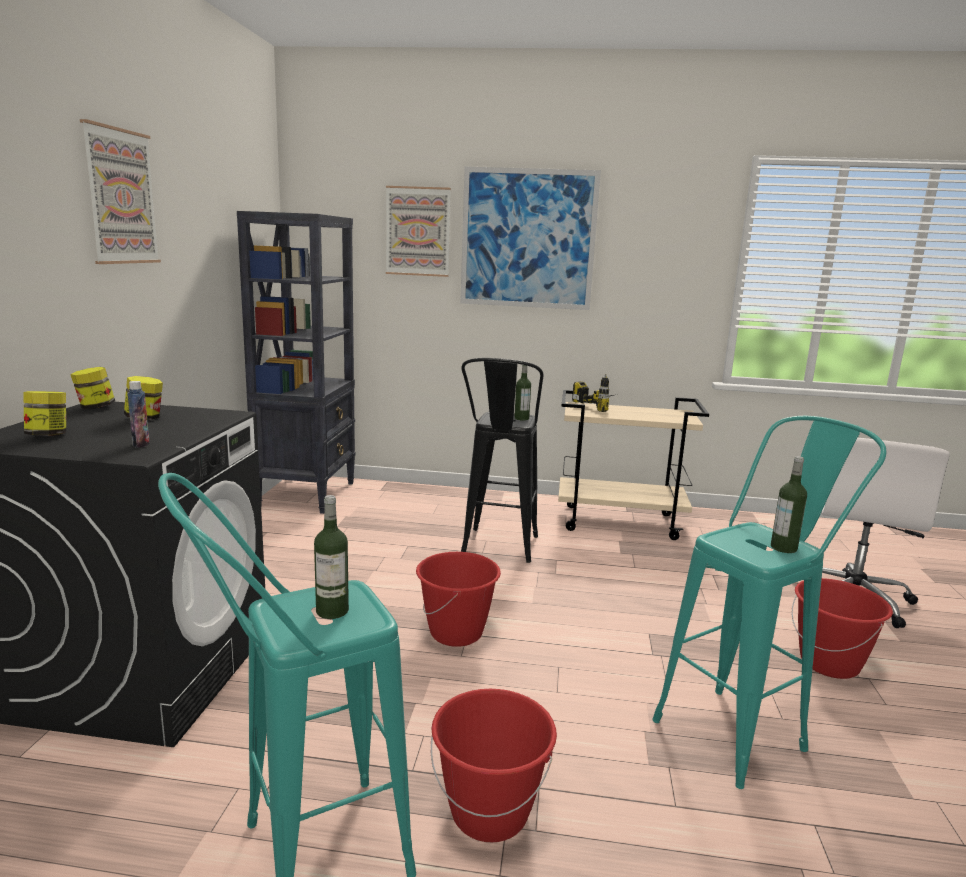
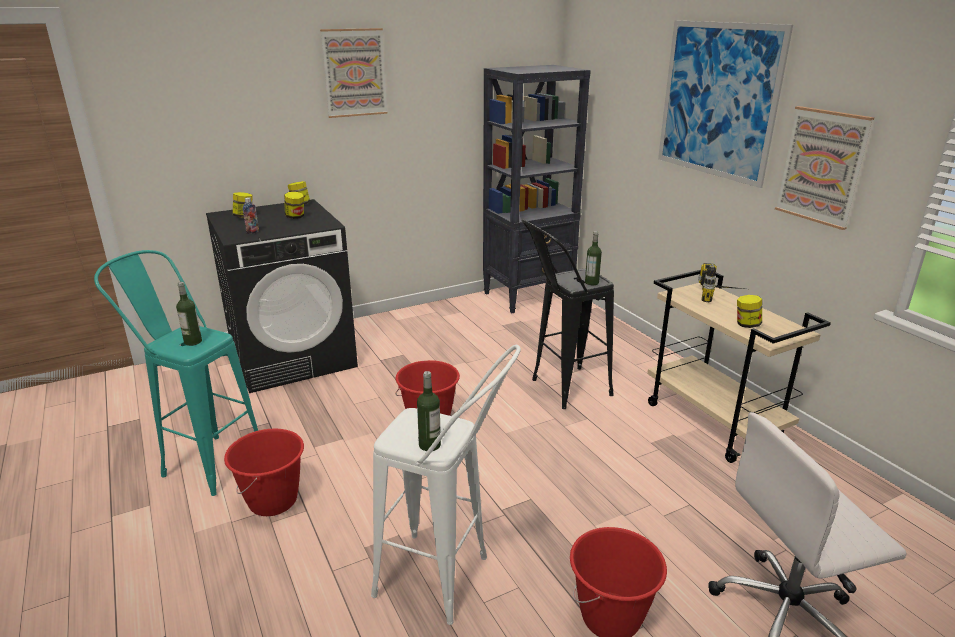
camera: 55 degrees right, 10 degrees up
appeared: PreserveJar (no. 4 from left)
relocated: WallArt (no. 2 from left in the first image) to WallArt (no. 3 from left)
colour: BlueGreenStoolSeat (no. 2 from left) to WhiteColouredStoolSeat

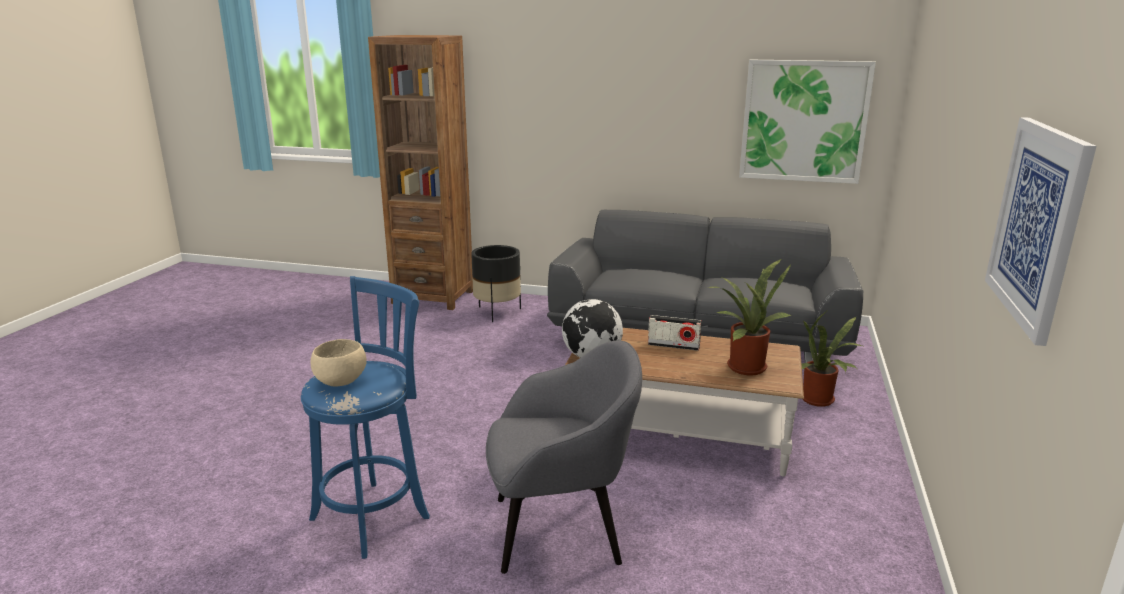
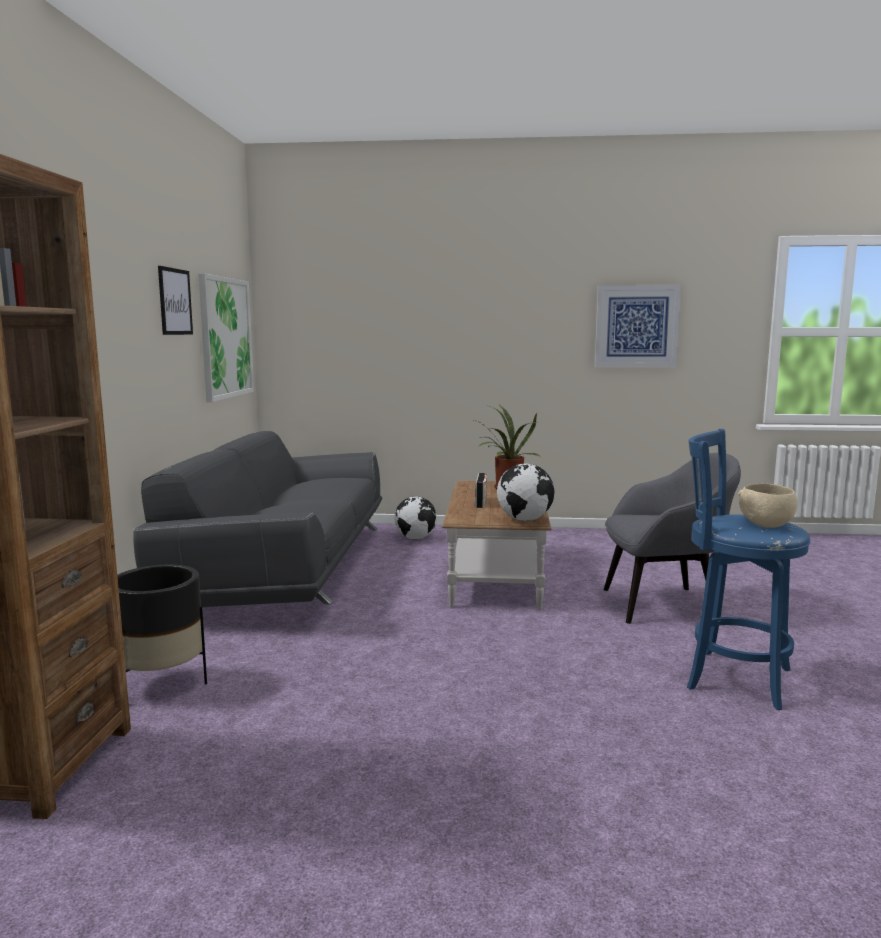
camera: 100 degrees left, 10 degrees down
appeared: WallArt (no. 1 from left)
exchanged: Houseplant (no. 2 from left) to DeskGlobe (no. 1 from left)
spun: GreyArmchair 105 degrees clockwise

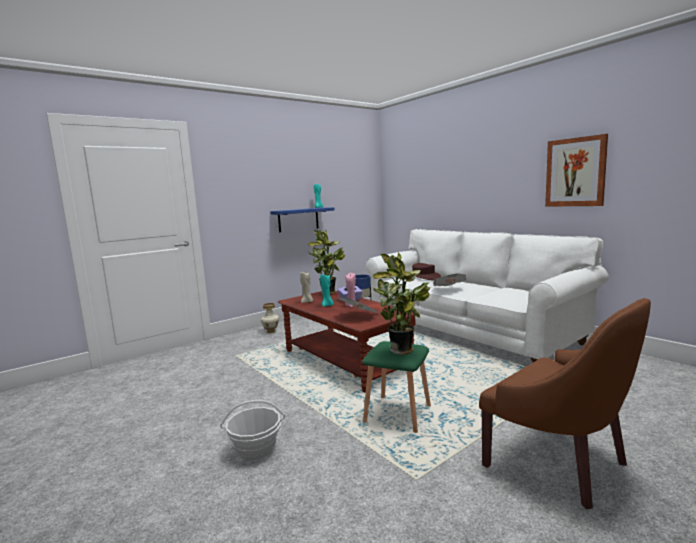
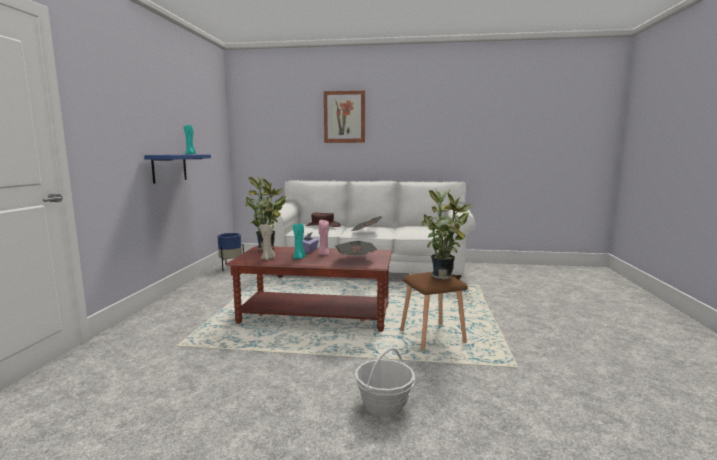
camera: 45 degrees left, 0 degrees up
missing: DecorativeVase; BrownishArmchair
relocated: WallArt
colour: GreenStoolSeat to BrownishStoolSeat

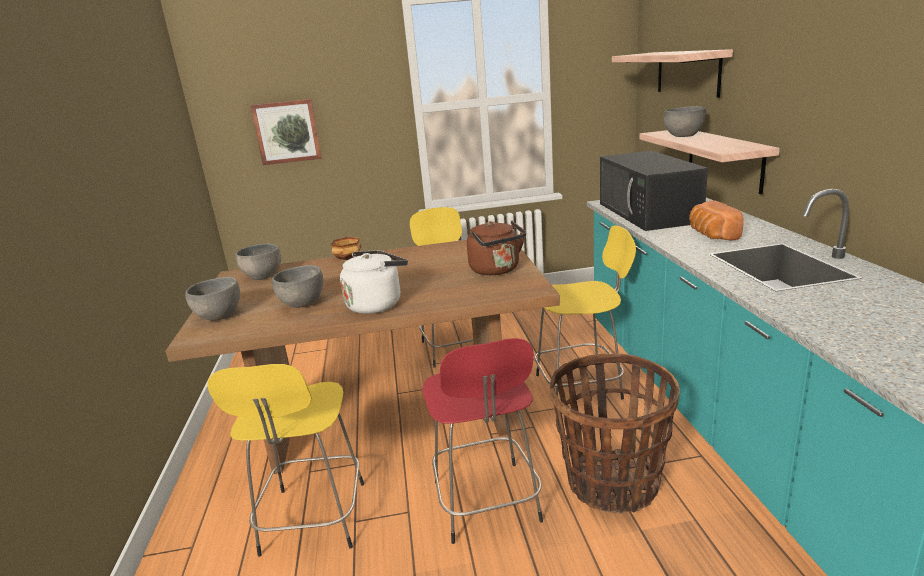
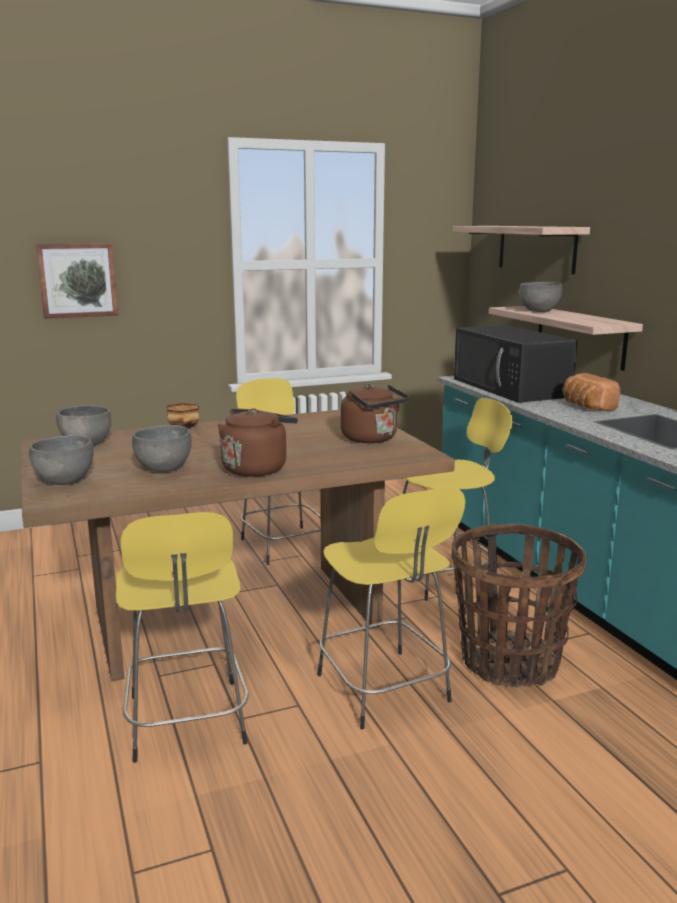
camera: 15 degrees left, 5 degrees down
colour: WhiteColouredTeaKettle to BrownishTeaKettle (no. 1 from left); ReddishStoolSeat to YellowStoolSeat (no. 3 from left)

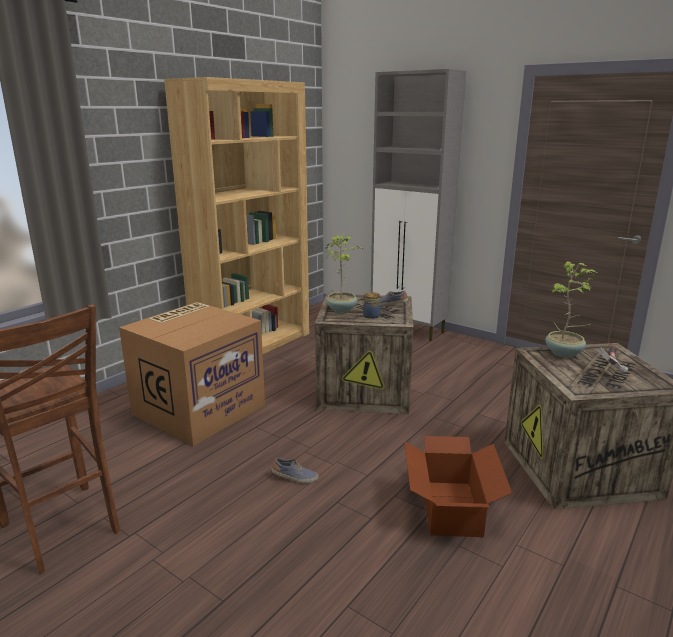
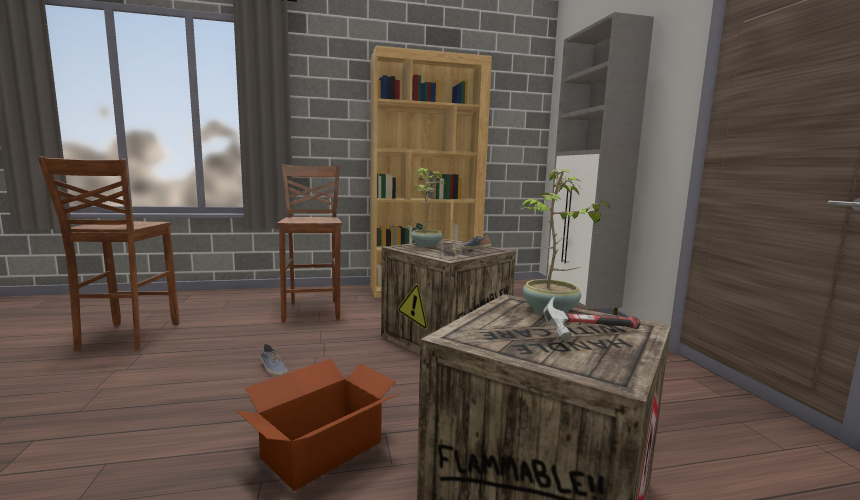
camera: 40 degrees right, 10 degrees down
missing: PreserveJar
exchanged: CardboardBox (no. 1 from left) to BrownishStoolSeat (no. 2 from left)

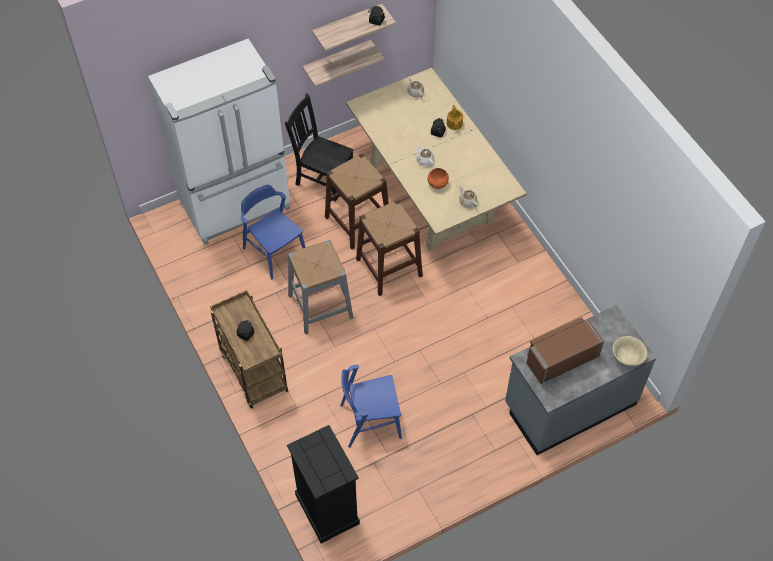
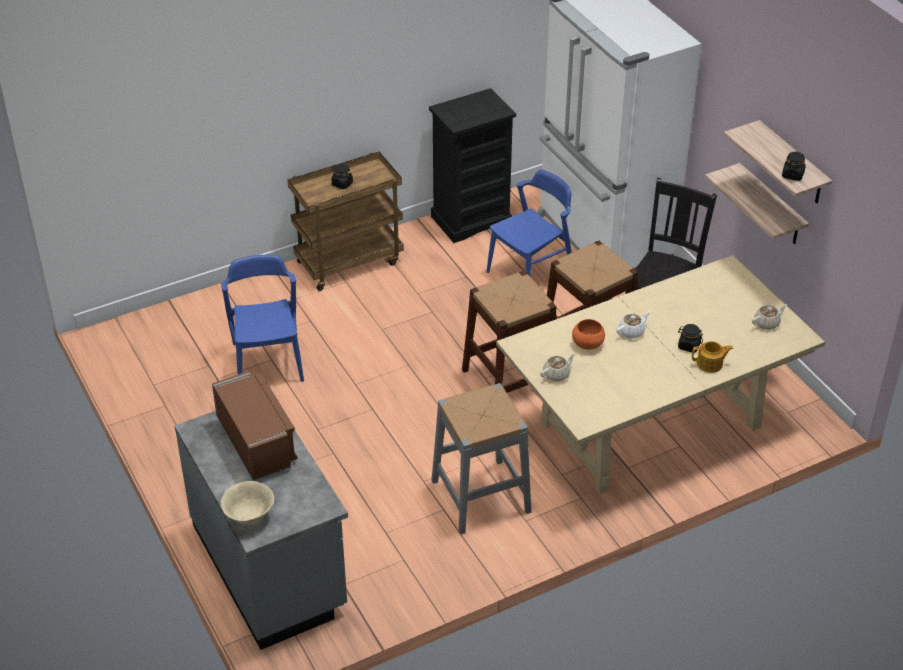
camera: 90 degrees right, 15 degrees down
relocated: BlackDresser; GreyStoolSeat

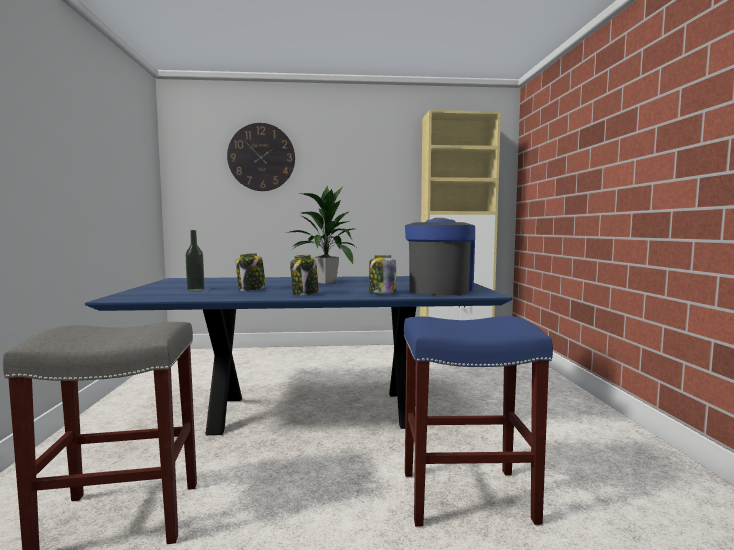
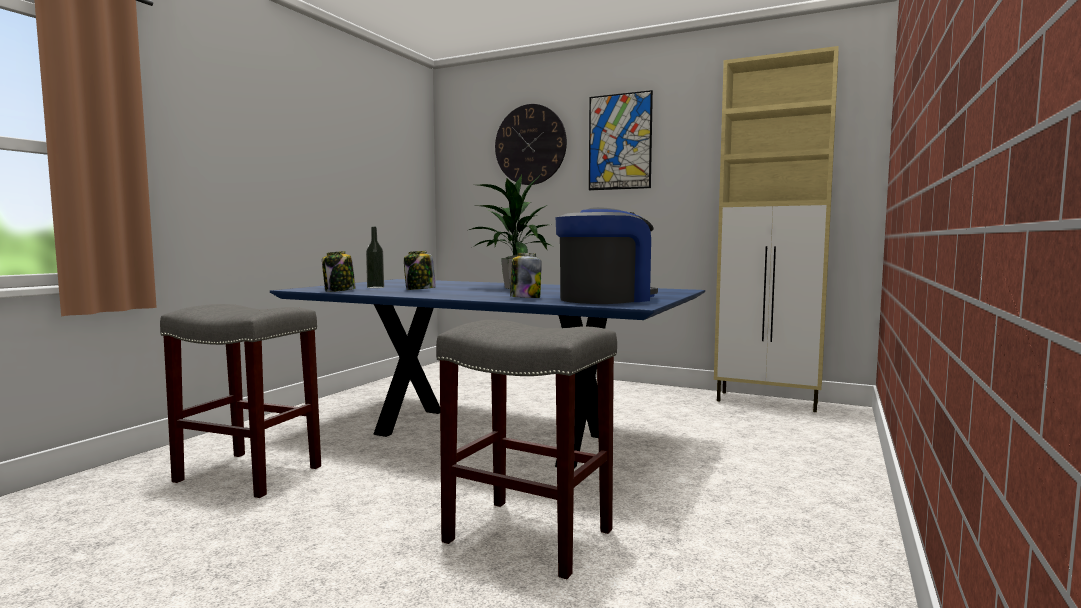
camera: 30 degrees right, 0 degrees up
appeared: WallArt
relocated: PreserveJar (no. 2 from left in the first image) to PreserveJar (no. 1 from left)
colour: BlueStoolSeat to GreyStoolSeat (no. 2 from left)

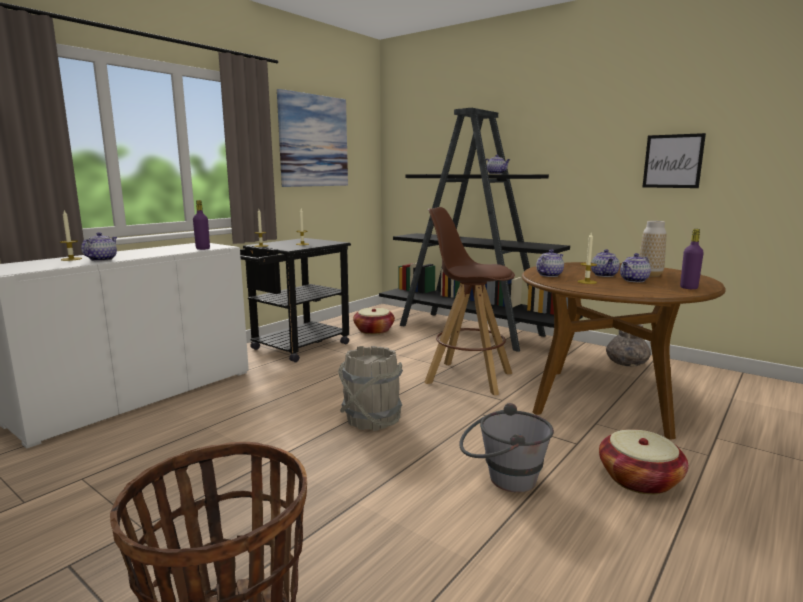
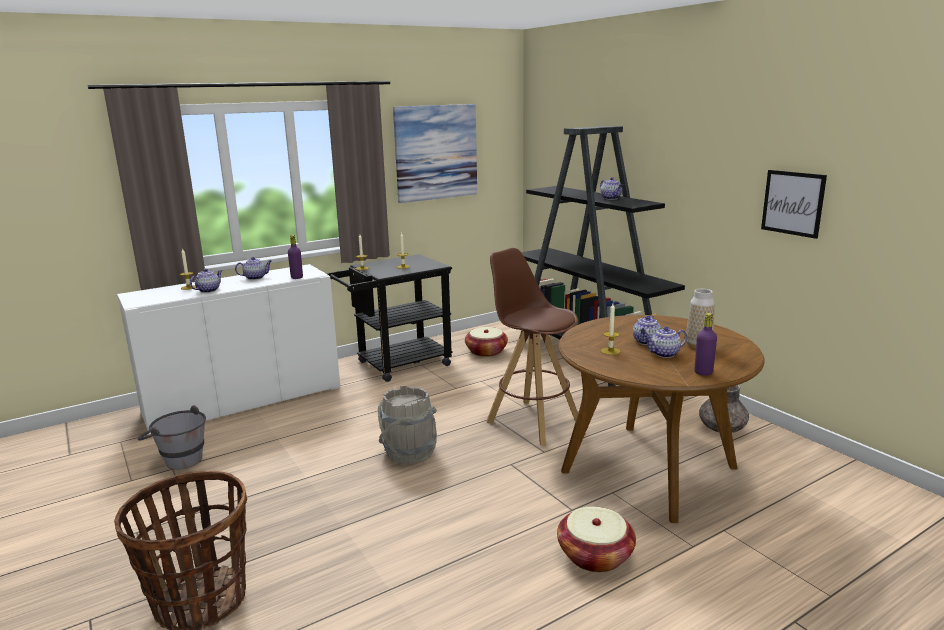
camera: 20 degrees right, 5 degrees up
relocated: GreyWaterBucket (no. 2 from left in the first image) to GreyWaterBucket (no. 1 from left); PotForTea (no. 3 from left in the first image) to PotForTea (no. 2 from left)

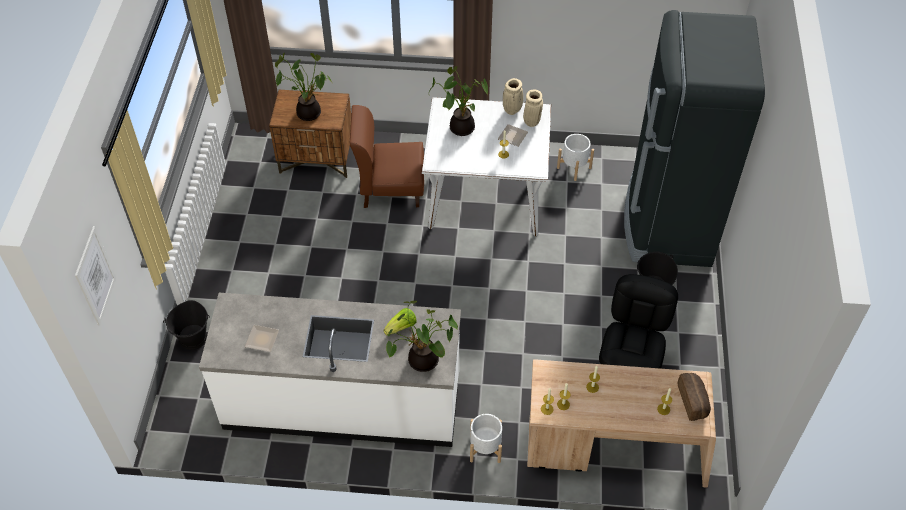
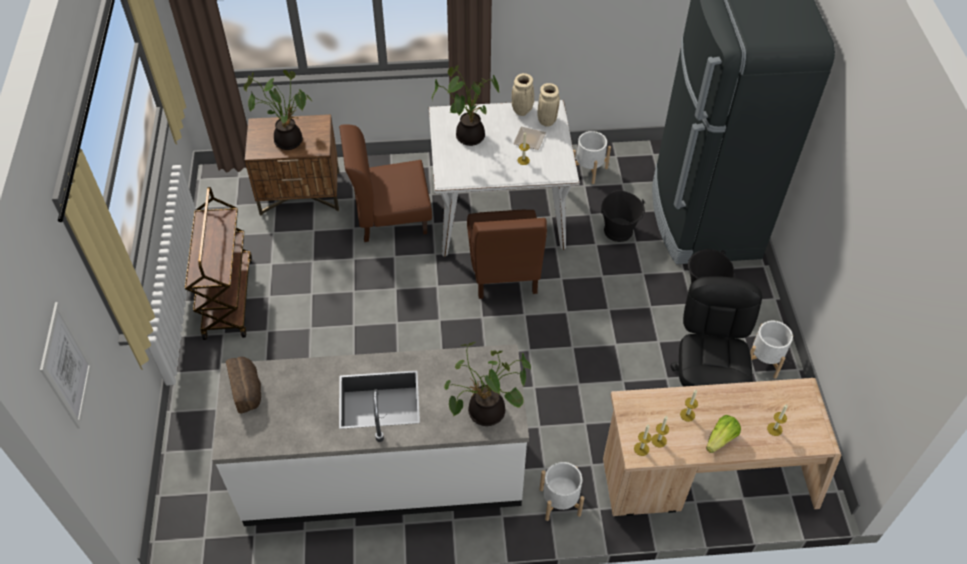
camera: 10 degrees left, 0 degrees up
missing: FlatDish (no. 1 from left)
appeared: BrownishWheeledCart; BrownishPlainChair (no. 2 from left); WhiteColouredFlowerPot (no. 3 from left)
relocated: BlackWaterBucket (no. 1 from left); Lettuce; BakeryBread

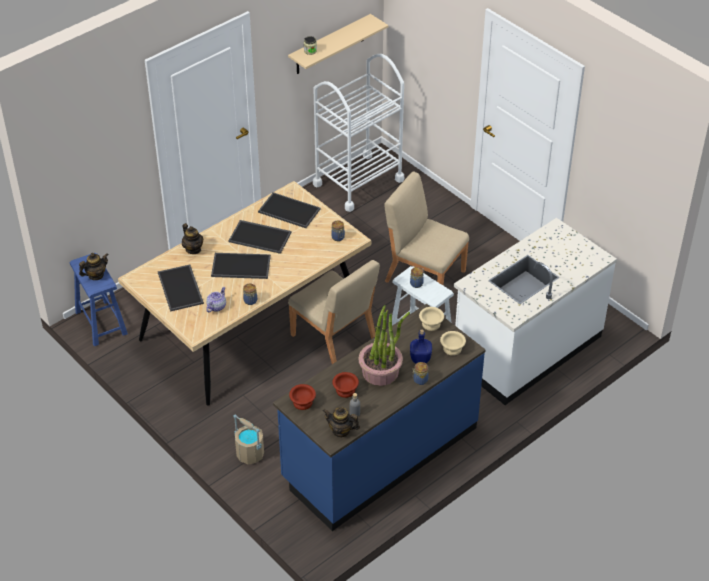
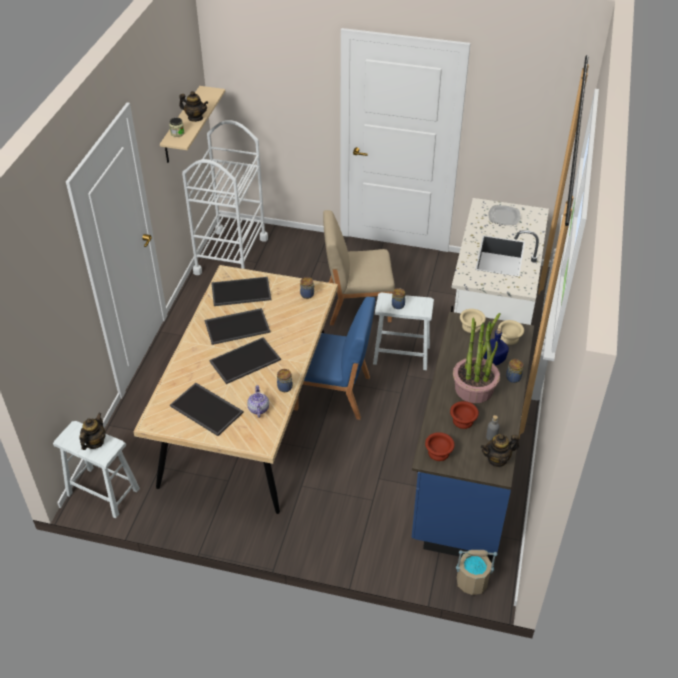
camera: 35 degrees left, 0 degrees up
appeared: FlatDish
relocated: PotForTea (no. 2 from left); SandColouredWaterBucket
colour: BlueStoolSeat to WhiteColouredStoolSeat (no. 1 from left); SandColouredPlainChair (no. 1 from left) to BluePlainChair

